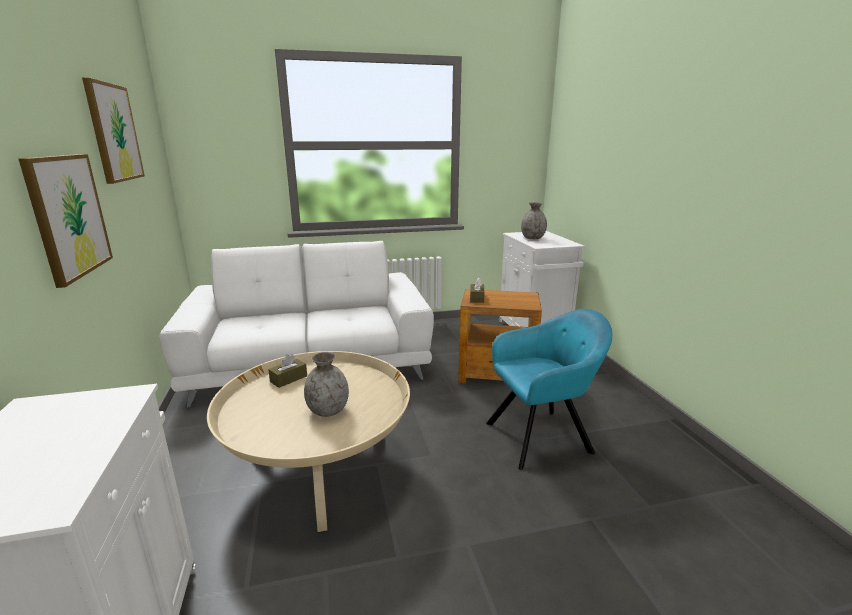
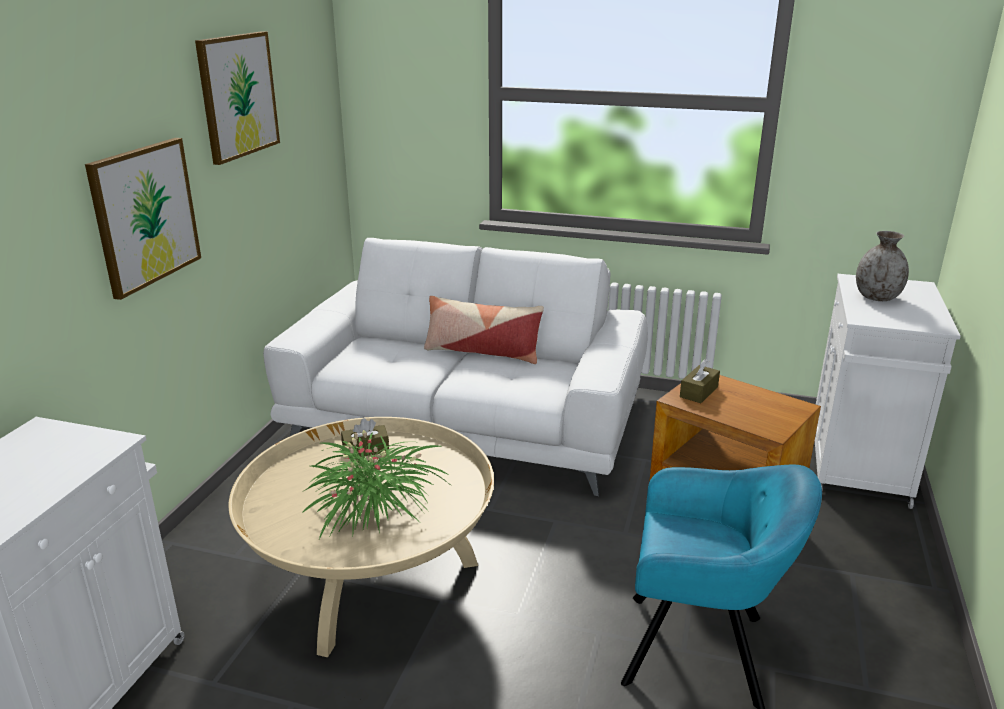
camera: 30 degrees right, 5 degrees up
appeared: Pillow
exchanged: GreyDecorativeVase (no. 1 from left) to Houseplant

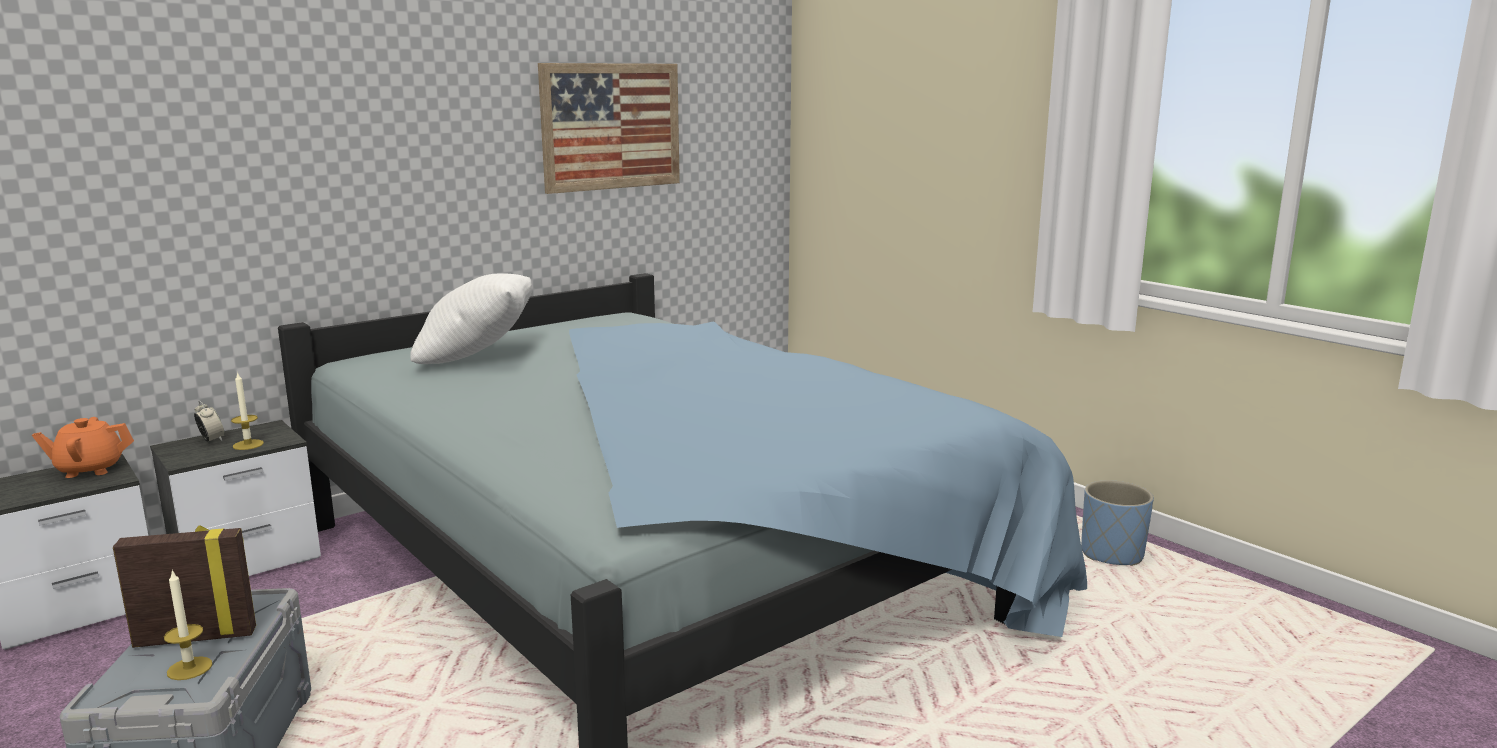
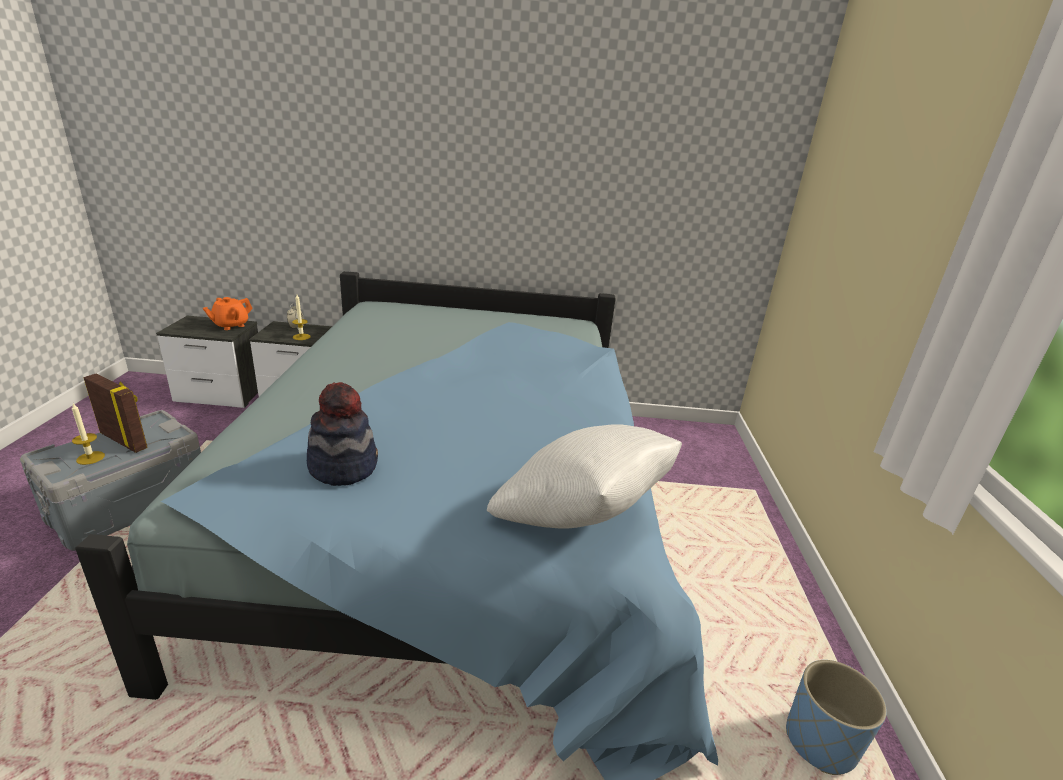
camera: 40 degrees right, 10 degrees up
missing: WallArt
appeared: Hat
relocated: WhiteColouredPillow
spun: OrangeyPotForTea 75 degrees counterclockwise

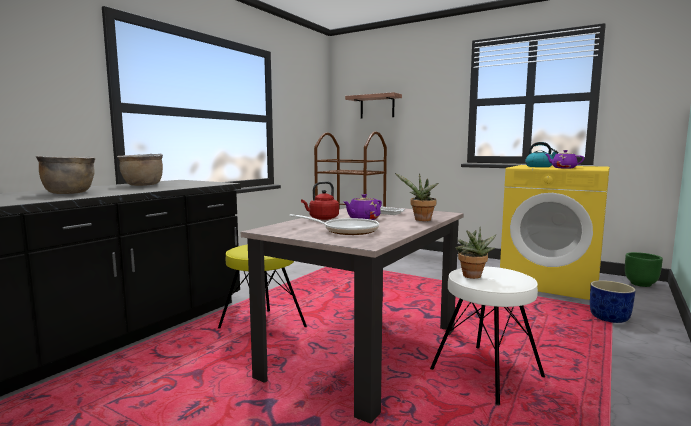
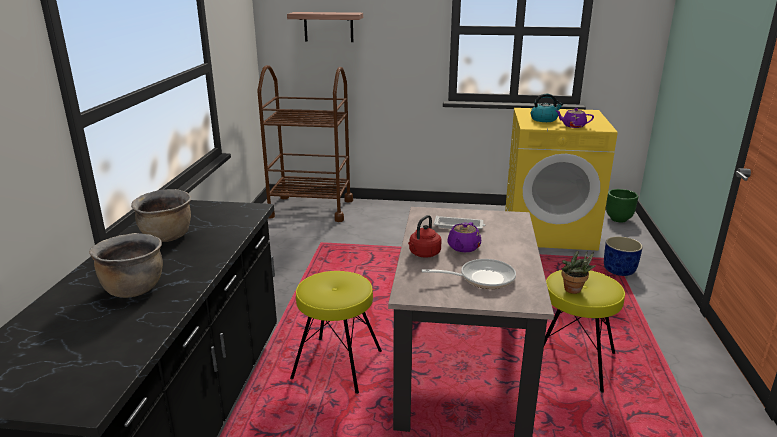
camera: 25 degrees left, 15 degrees up
missing: Houseplant (no. 1 from left)
colour: WhiteColouredStoolSeat to YellowStoolSeat (no. 2 from left)

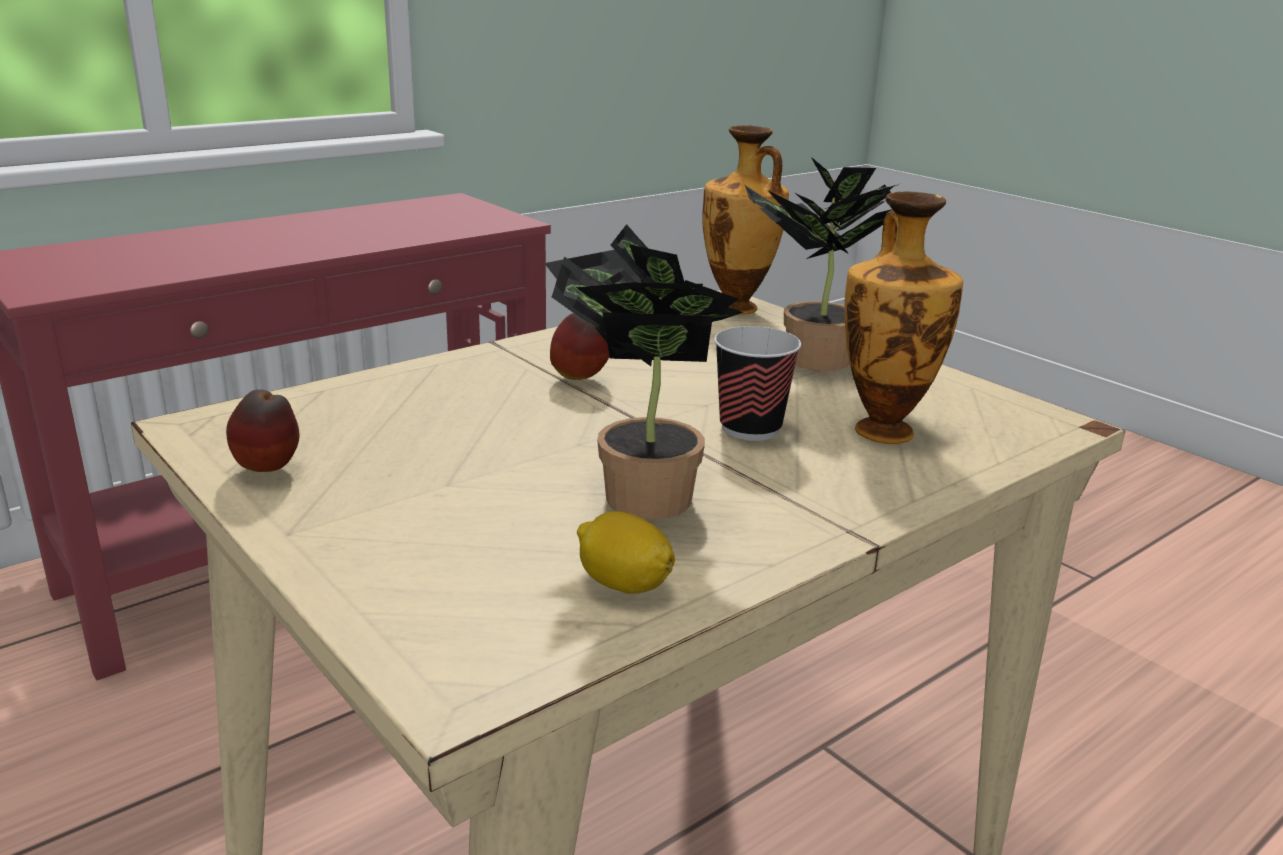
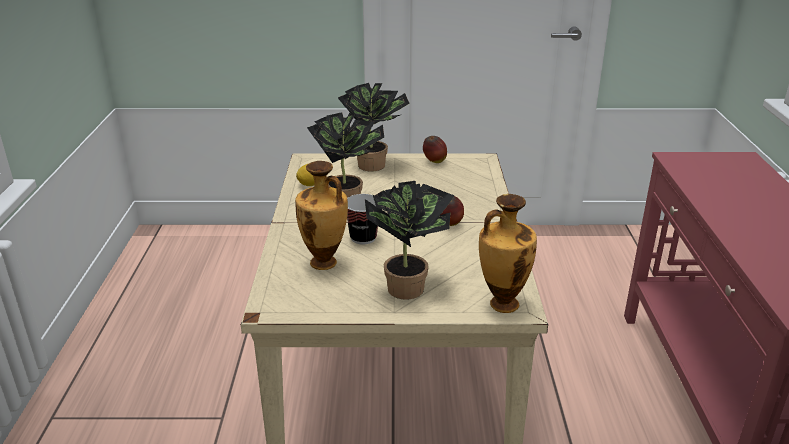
camera: 130 degrees right, 5 degrees up
appeared: Houseplant (no. 2 from left)

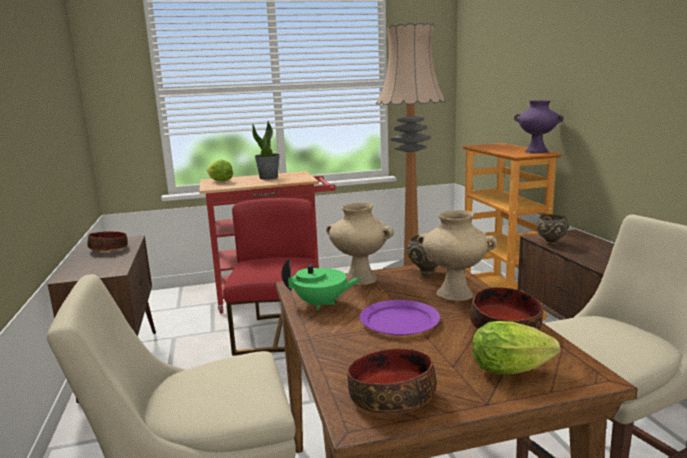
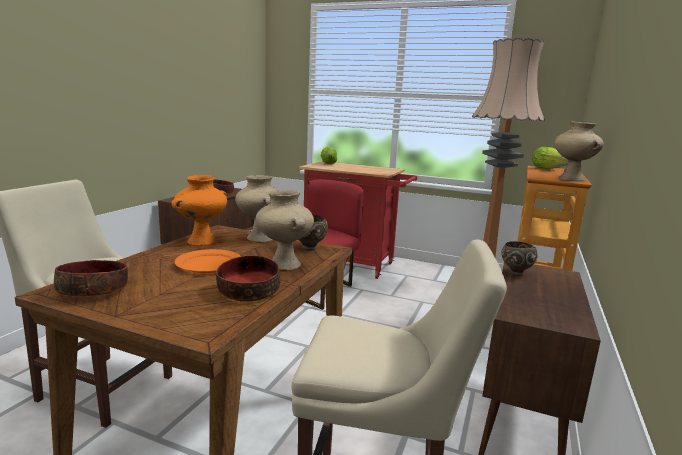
camera: 35 degrees right, 0 degrees up
missing: Houseplant
relocated: Lettuce (no. 2 from left)
exchanged: GreenPotForTea to OrangeyDecorativeVase
colour: PurpleFlatDish to OrangeyFlatDish; PurpleDecorativeVase to SandColouredDecorativeVase (no. 3 from left)

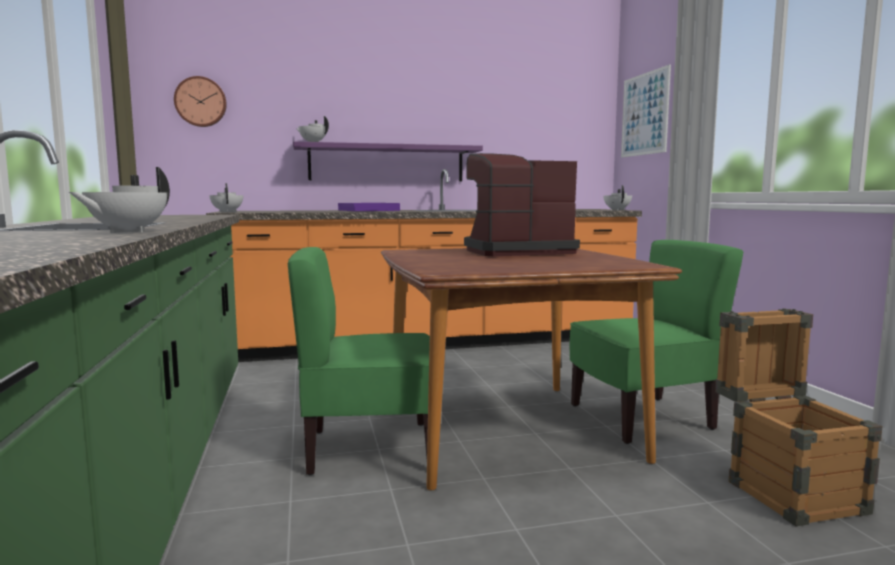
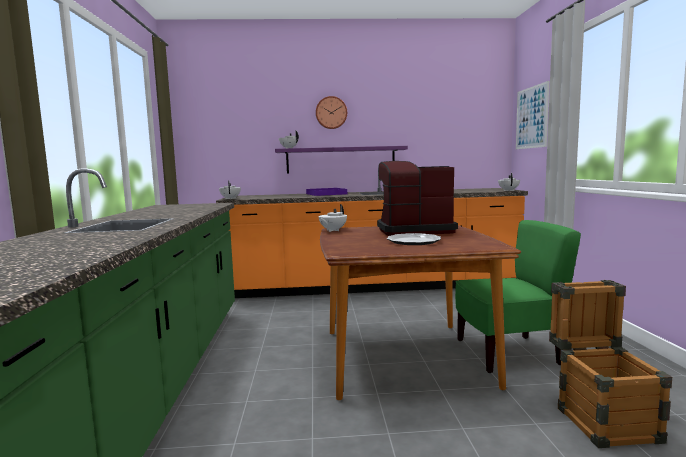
camera: 10 degrees right, 0 degrees up
missing: GreenPlainChair (no. 1 from left)
appeared: FlatDish
relocated: WhiteColouredPotForTea (no. 1 from left in the first image) to WhiteColouredPotForTea (no. 3 from left); WallClock

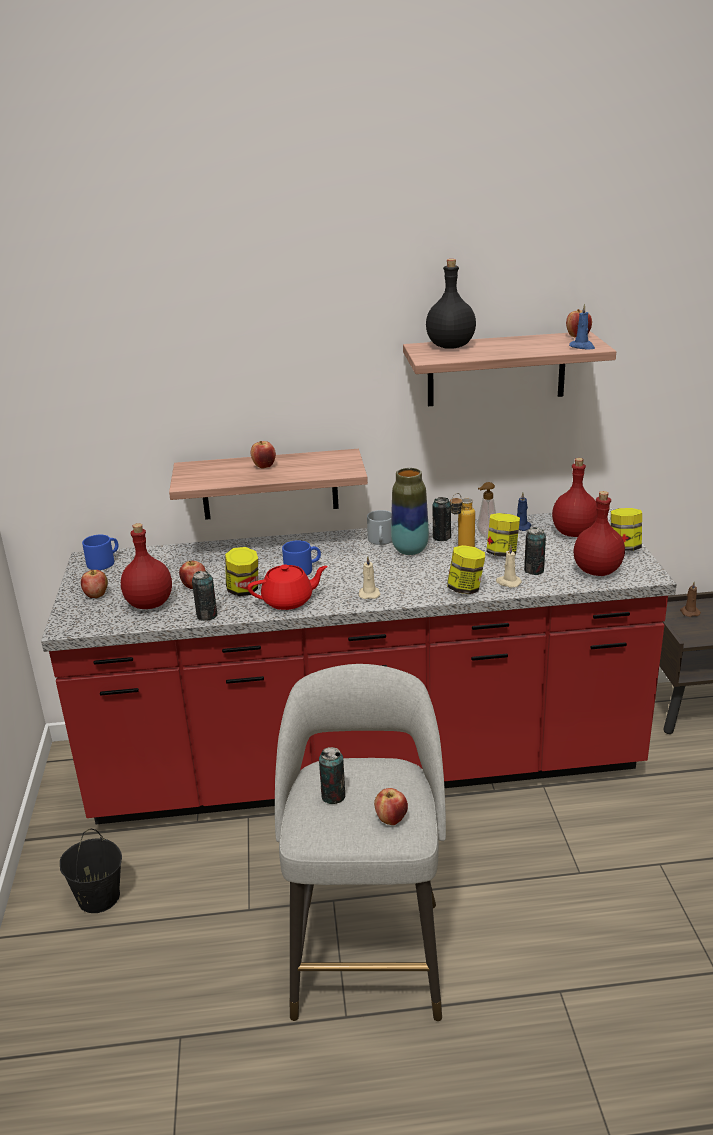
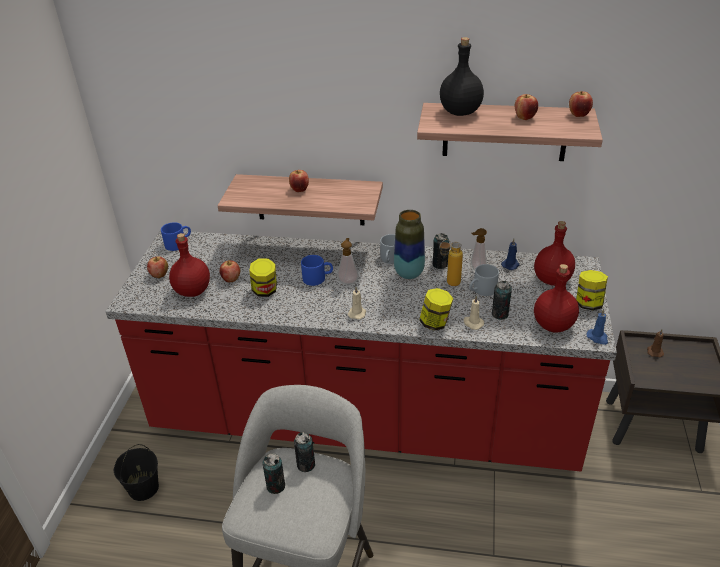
camera: 15 degrees right, 10 degrees up
missing: ReddishPotForTea
appeared: SoapBottle (no. 1 from left)
relocated: Can (no. 1 from left in the first image) to Can (no. 2 from left); AppleFruit (no. 4 from left); BlueWaxLight (no. 2 from left)
exchanged: PreserveJar (no. 3 from left) to GreyMug (no. 2 from left)

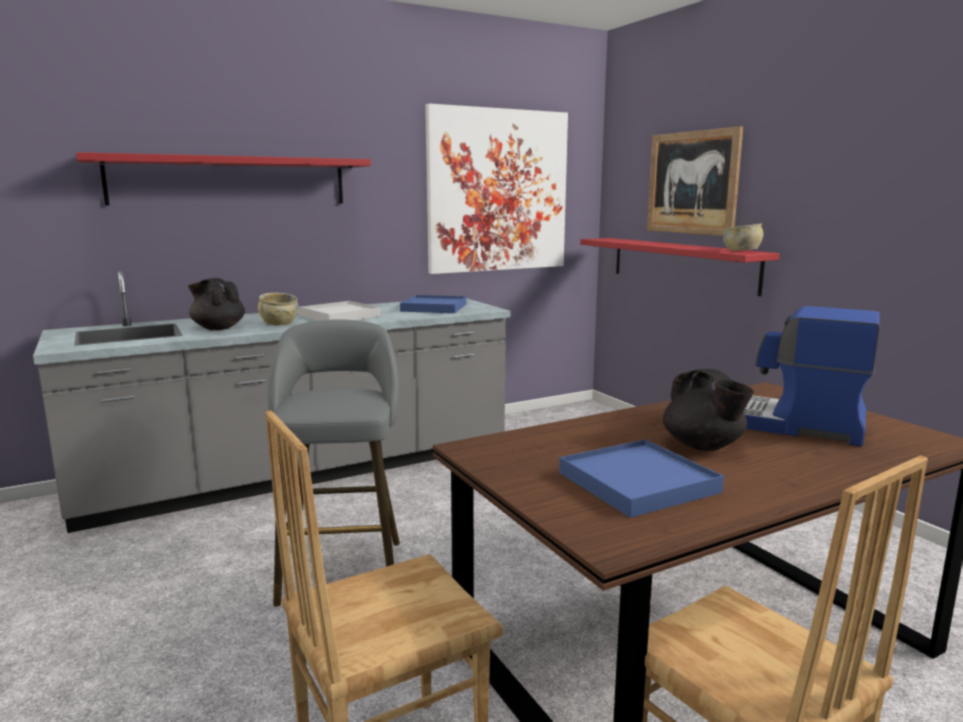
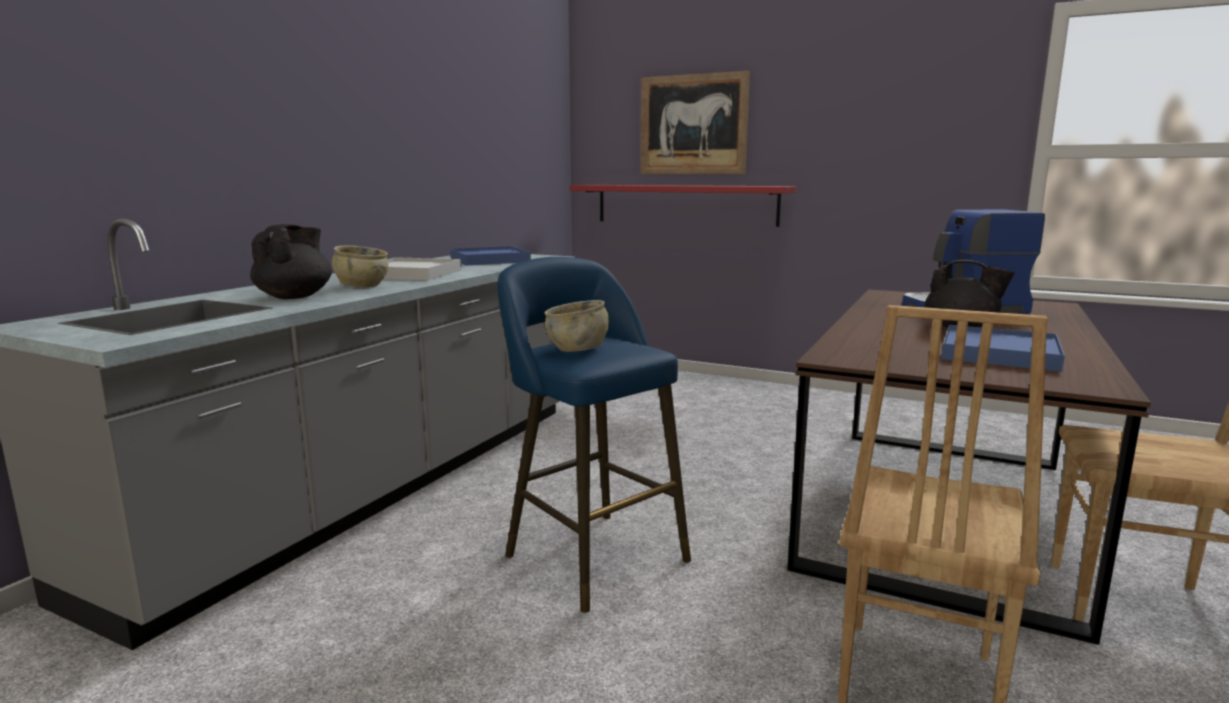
camera: 35 degrees left, 0 degrees up
missing: ReddishBracketShelf (no. 1 from left); WallArt (no. 1 from left)
relocated: SandColouredDeepDish (no. 2 from left)
colour: GreyStoolSeat to BlueStoolSeat
spun: BlackPotForTea (no. 1 from left) 105 degrees clockwise

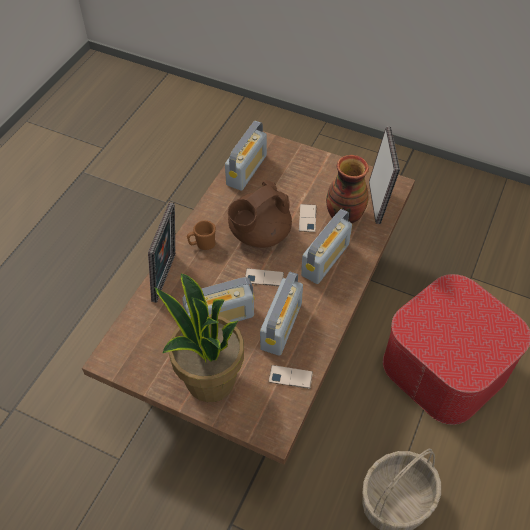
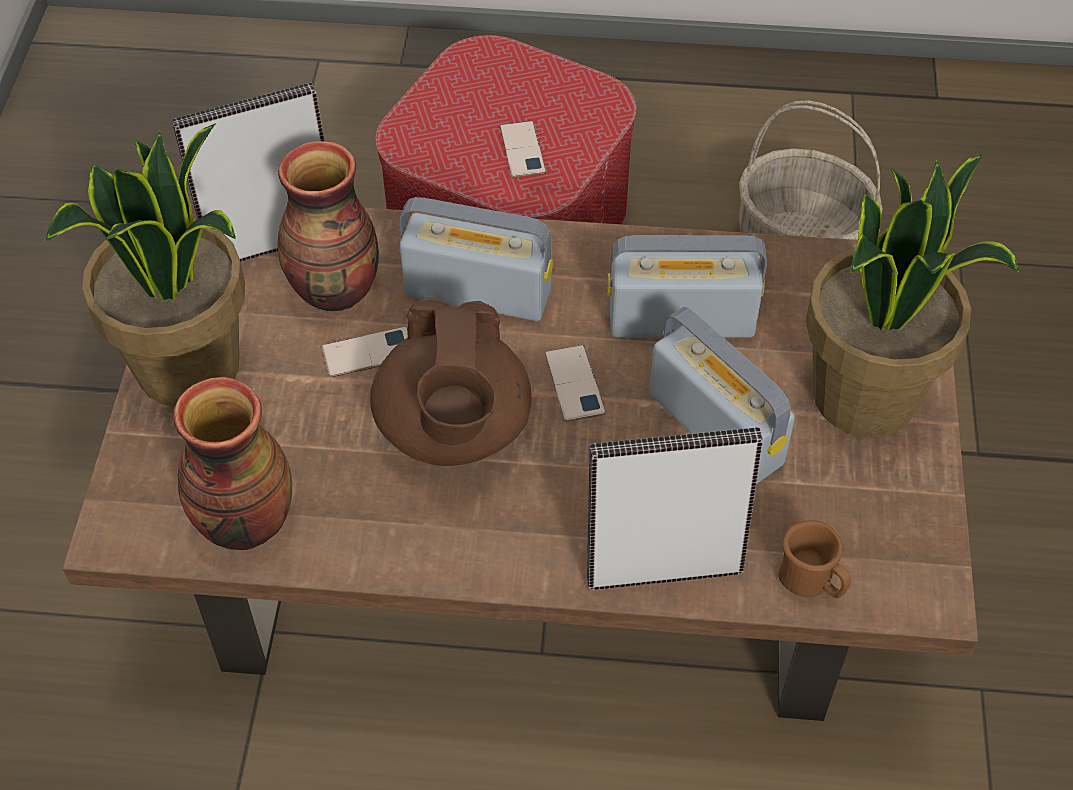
camera: 110 degrees left, 0 degrees up
appeared: Houseplant (no. 1 from left)
relocated: BrownishMug; Telephone (no. 2 from left)
exchanged: Radio (no. 2 from left) to DecorativeVase (no. 1 from left)
spun: BrownishPotForTea 60 degrees clockwise

